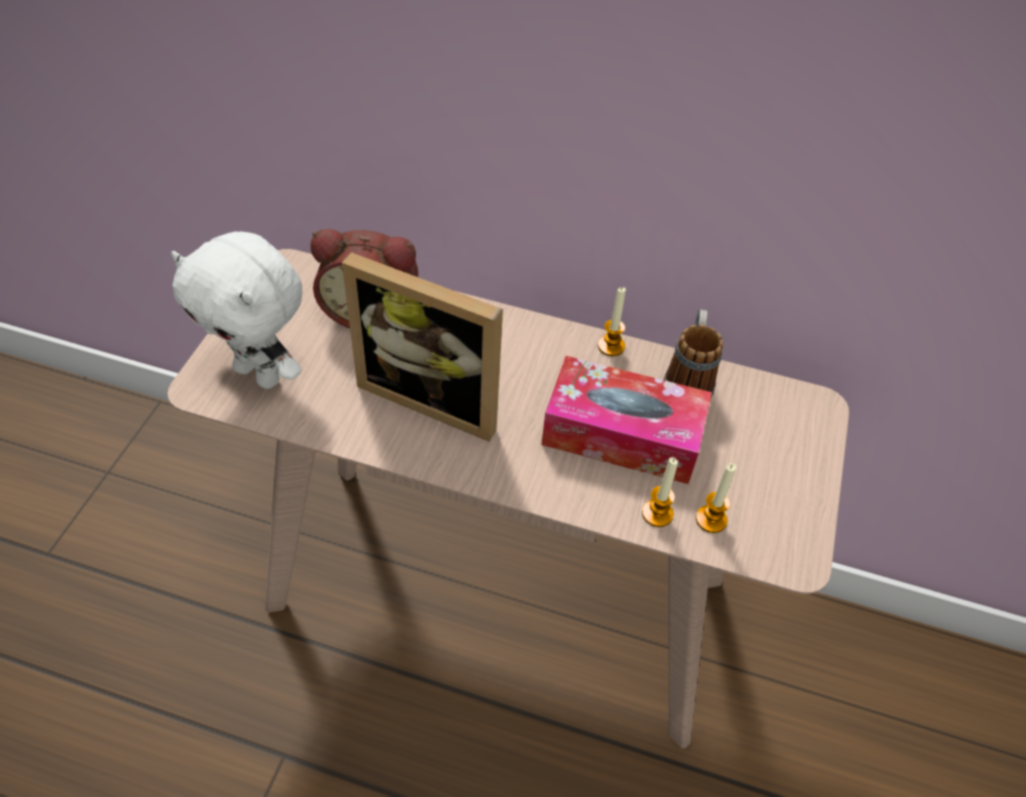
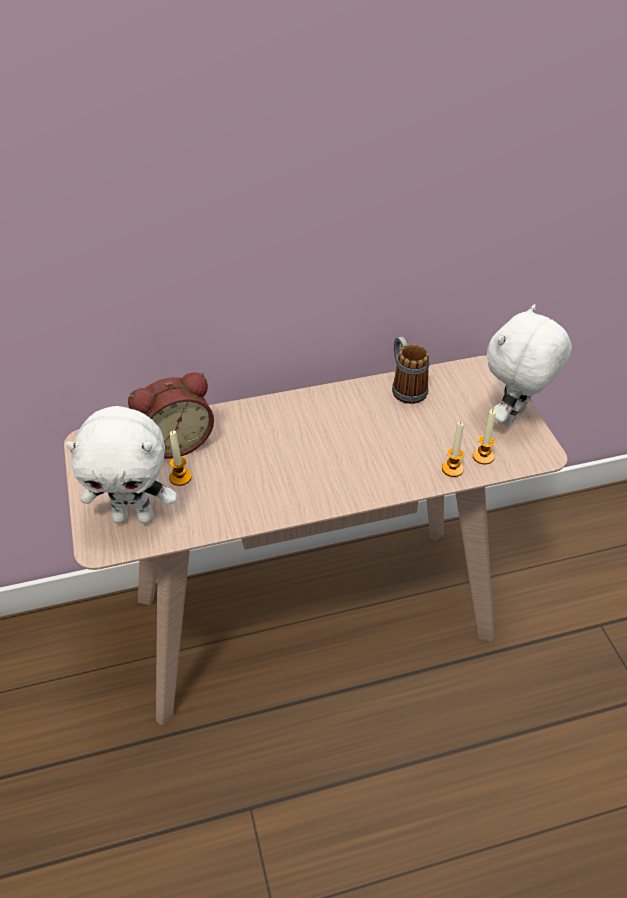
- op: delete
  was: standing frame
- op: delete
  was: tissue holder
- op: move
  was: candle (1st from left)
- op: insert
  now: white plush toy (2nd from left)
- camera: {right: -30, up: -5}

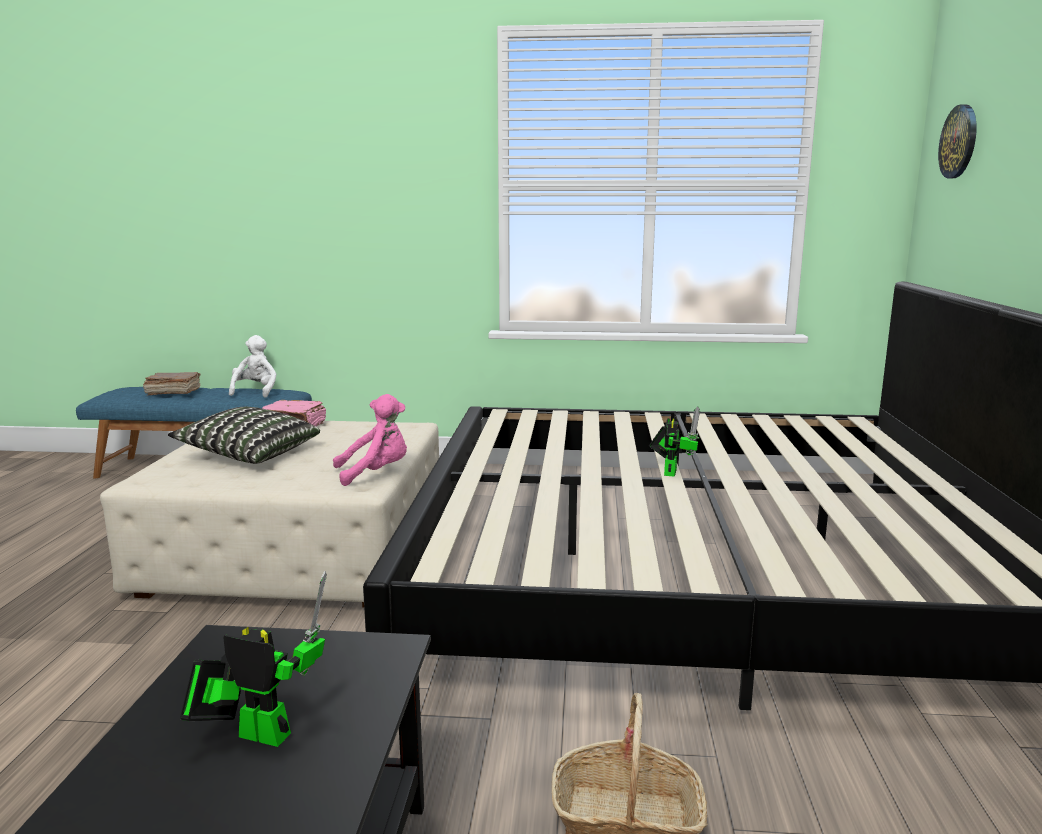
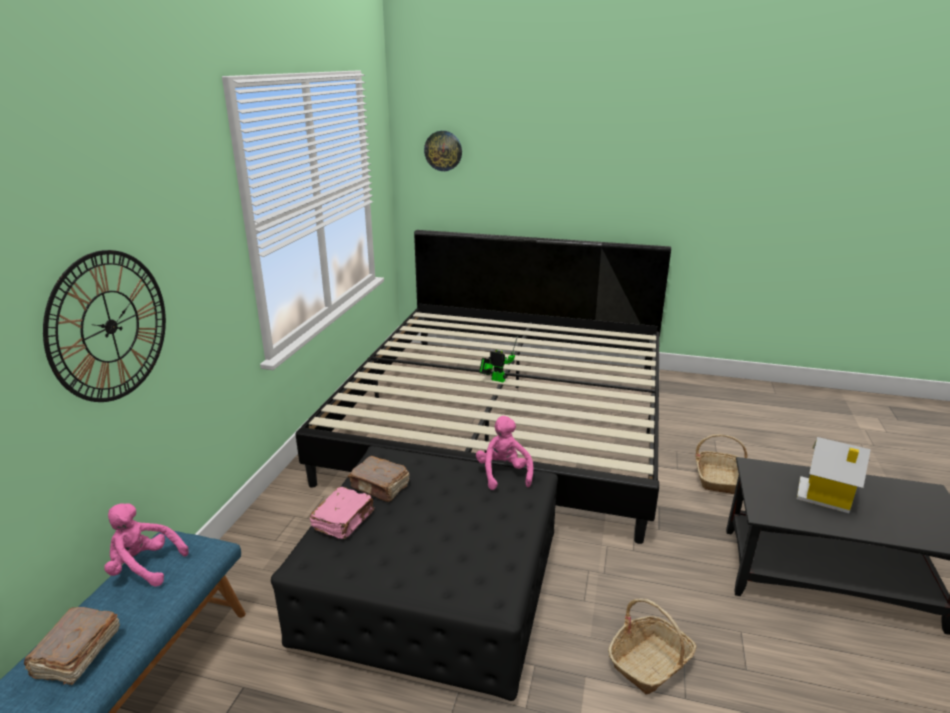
- op: recolor
  was: beige-coloured pouffe
  now: black-coloured pouffe
- op: delete
  was: pillow
- op: replace
  was: model robot (1st from left)
  now: toy house
- op: recolor
  was: white plush toy
  now: pink-coloured plush toy (1st from left)
- op: insert
  now: clock on the wall (1st from left)
- op: insert
  now: brown bound book (2nd from left)
- op: insert
  now: household basket (1st from left)
- camera: {right: -80, up: 10}

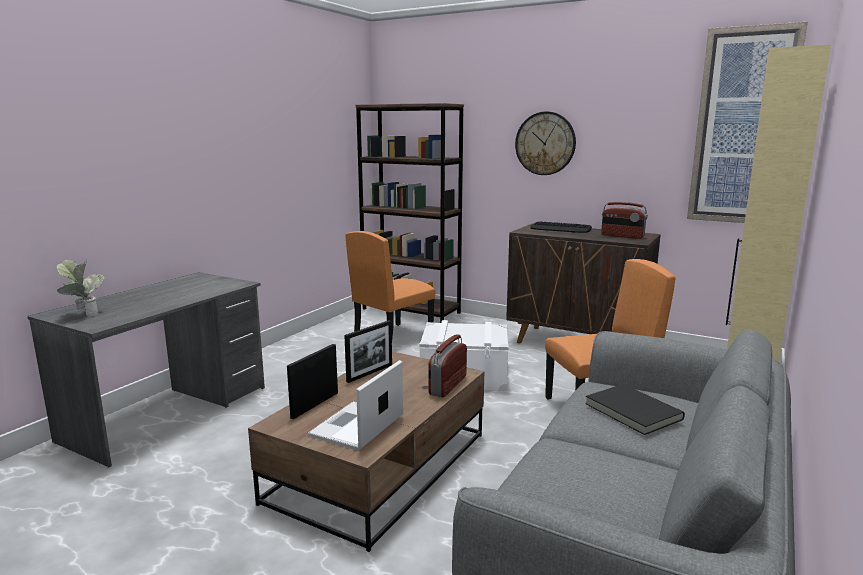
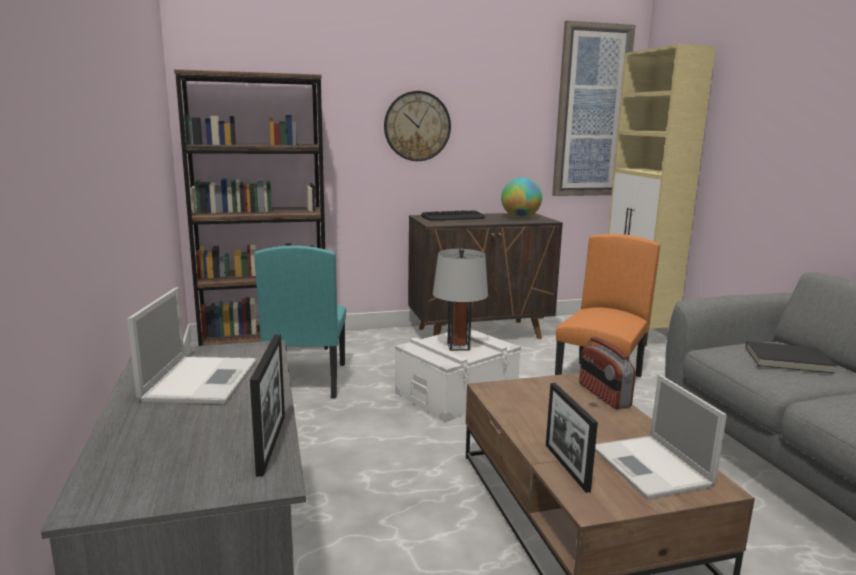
- op: delete
  was: potted plant
- op: move
  was: standing frame (2nd from left in the first image)
  now: standing frame (1st from left)
- op: recolor
  was: orangey upright chair (1st from left)
  now: turquoise upright chair
- op: replace
  was: radio receiver (2nd from left)
  now: desk globe
- op: insert
  now: notebook computer (1st from left)
- op: insert
  now: greyish lamp for a table
- camera: {right: -45, up: 0}

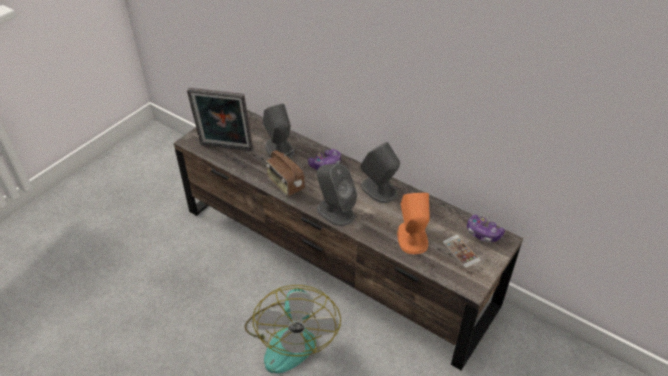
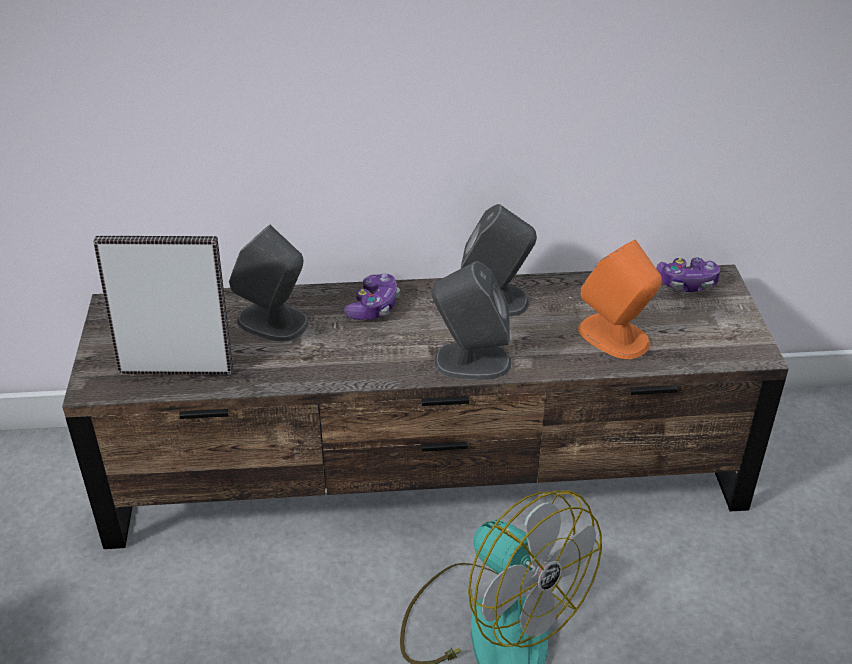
- op: rotate
  was: standing frame
  clockwise: -150
- op: delete
  was: radio receiver
- op: delete
  was: phone
- camera: {right: -40, up: -5}

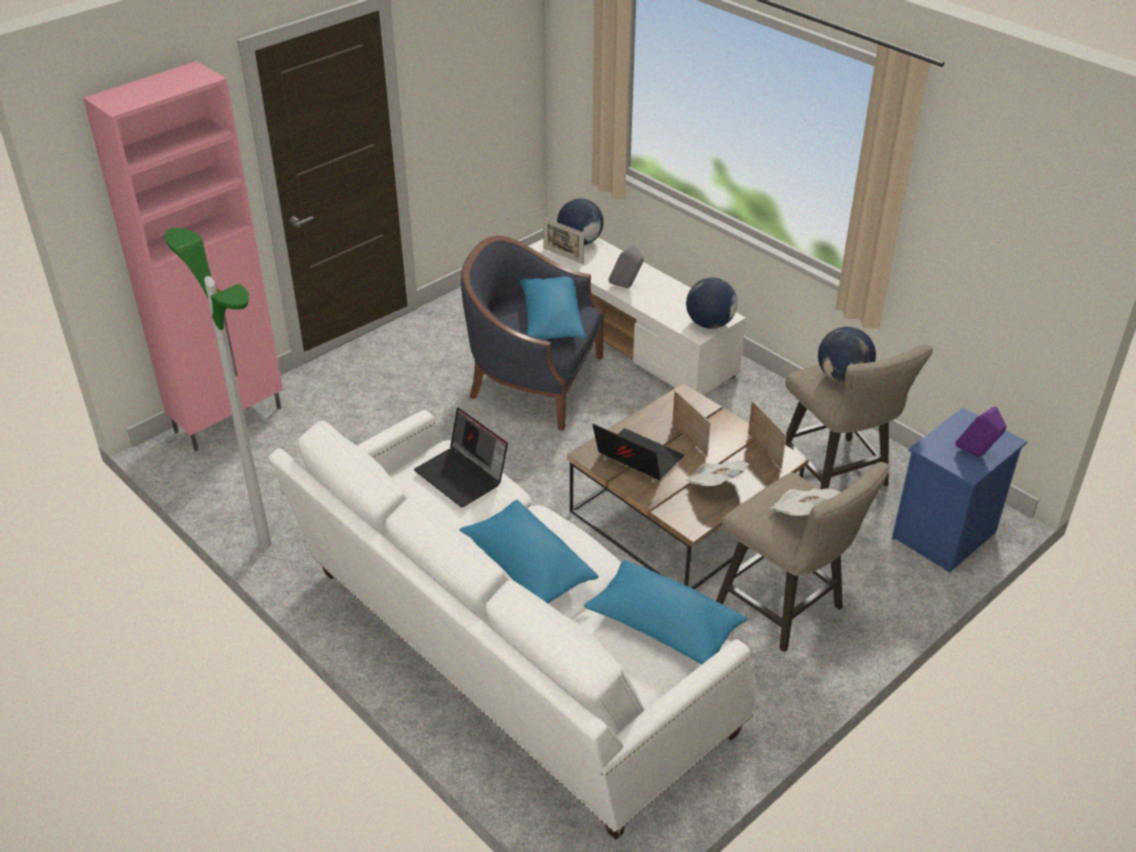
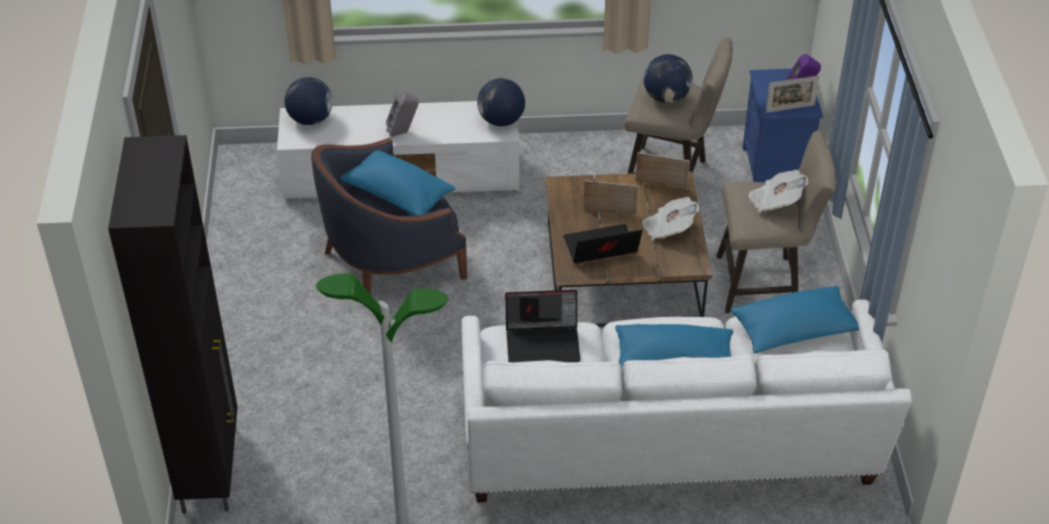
- op: recolor
  was: pink-coloured cabinet
  now: black-coloured cabinet
- op: move
  was: standing frame (1st from left in the first image)
  now: standing frame (3rd from left)
- camera: {right: -50, up: 5}

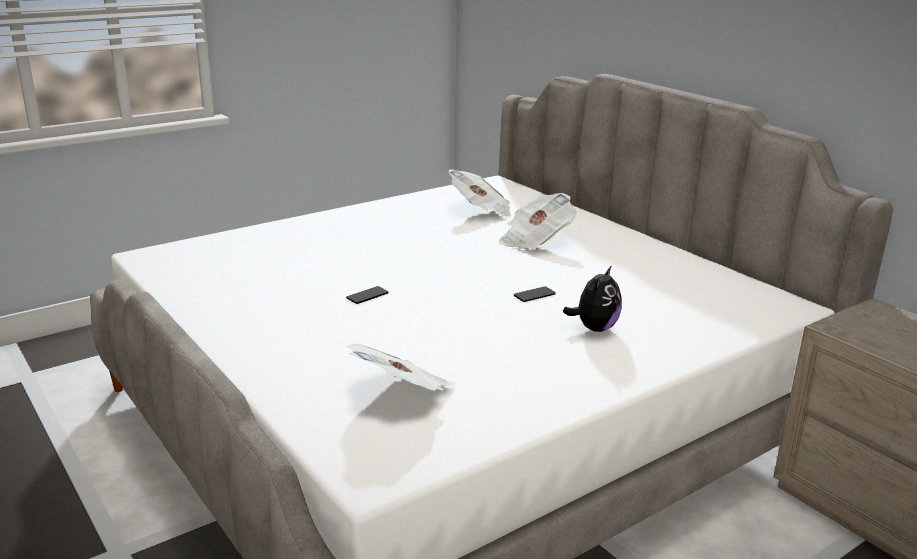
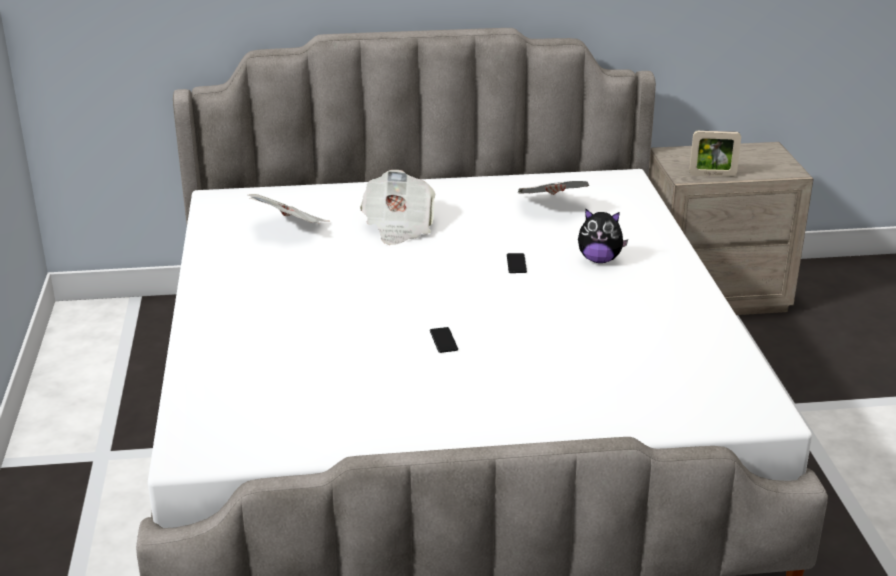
- op: move
  was: printed paper (1st from left in the first image)
  now: printed paper (3rd from left)
- op: rotate
  was: plush toy
  clockwise: 135
- op: insert
  now: standing frame
- camera: {right: -60, up: 5}

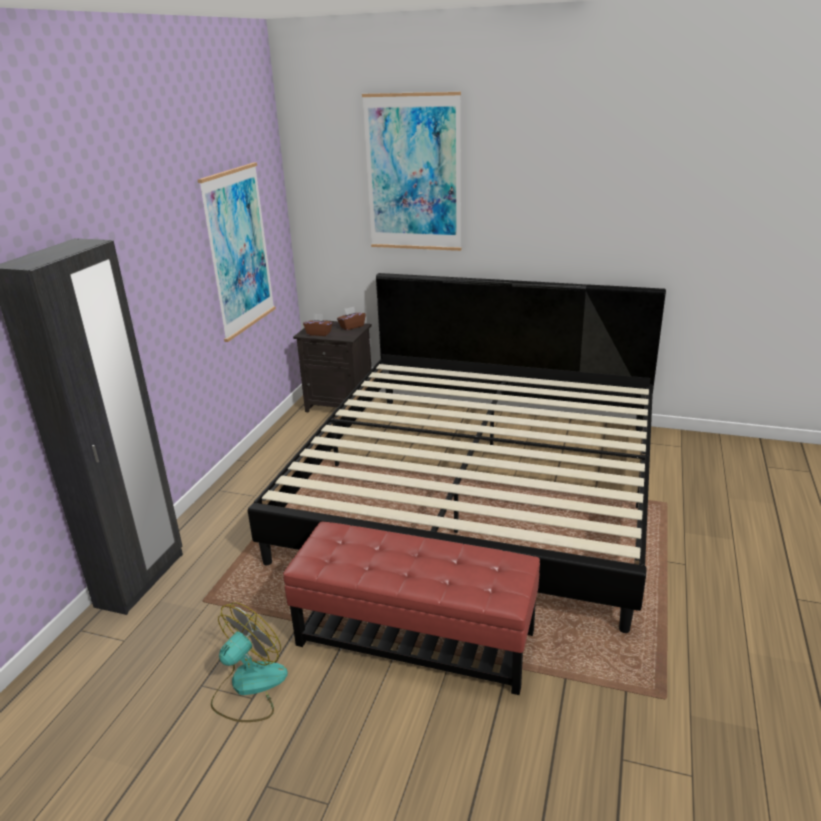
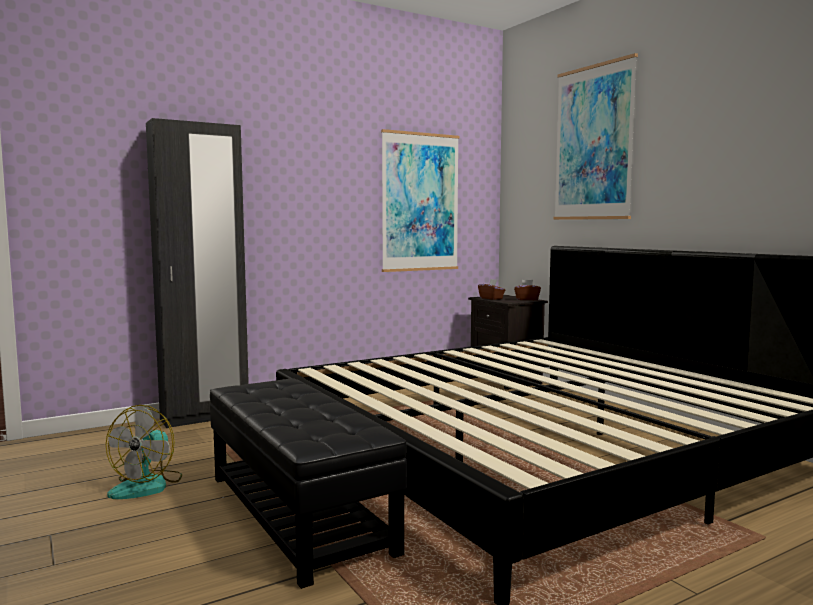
- op: rotate
  was: fan
  clockwise: 120
- op: recolor
  was: red-coloured pouffe
  now: black-coloured pouffe
- camera: {right: 40, up: -20}

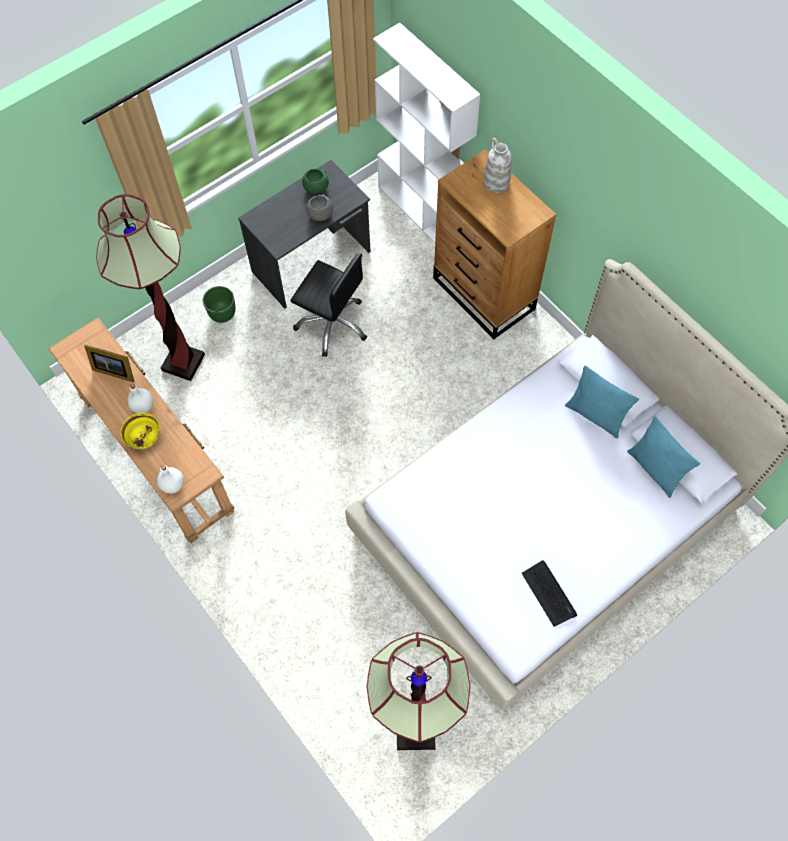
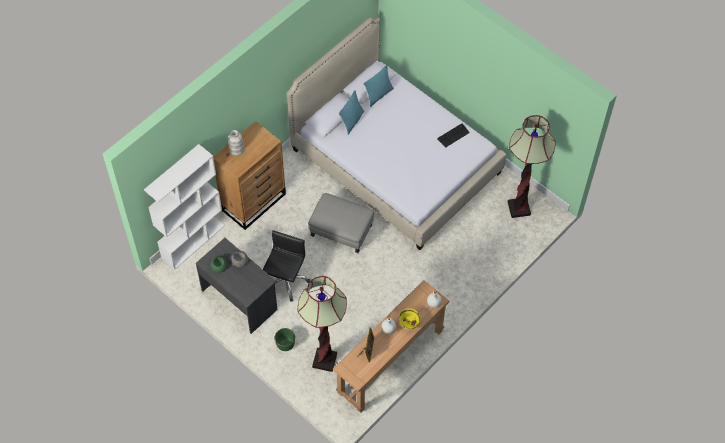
- op: insert
  now: greyish pouffe
- camera: {right: -100, up: -5}

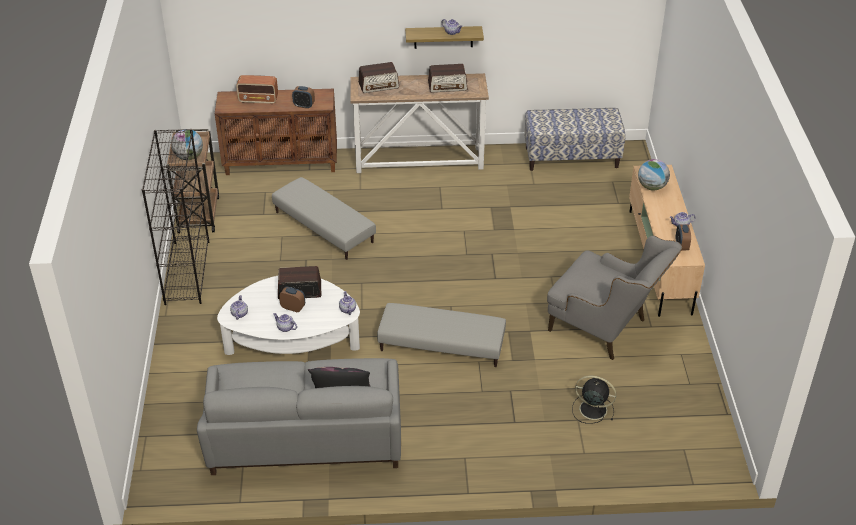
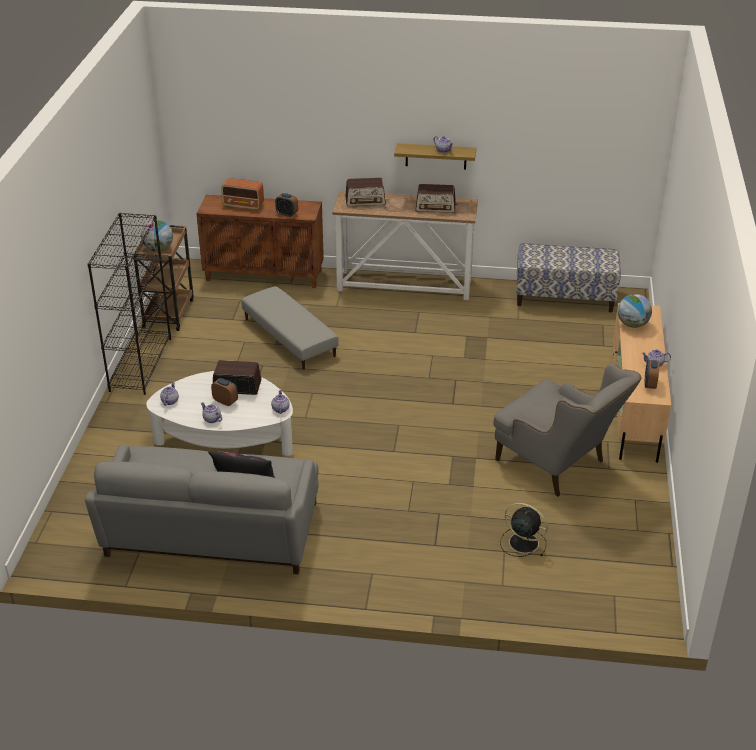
- op: delete
  was: greyish pouffe (2nd from left)
- camera: {right: 10, up: -5}

